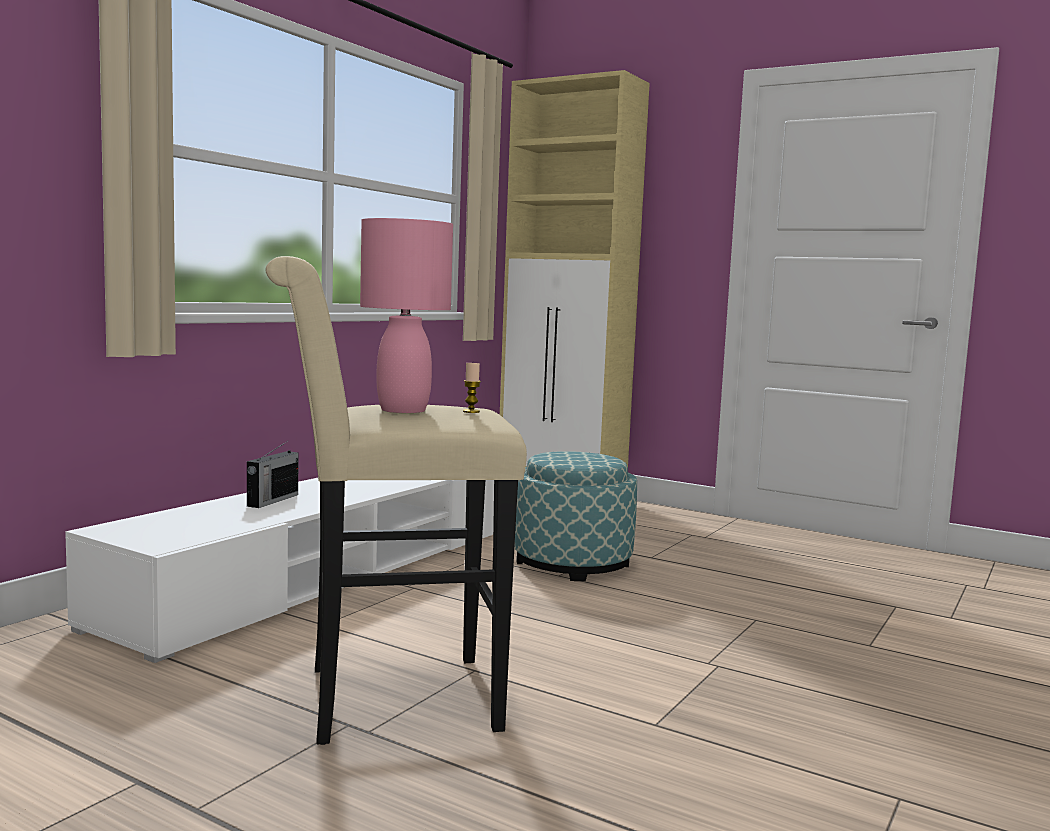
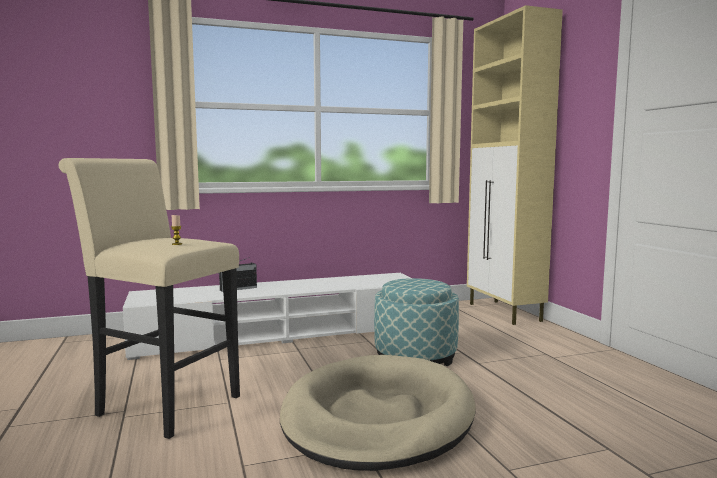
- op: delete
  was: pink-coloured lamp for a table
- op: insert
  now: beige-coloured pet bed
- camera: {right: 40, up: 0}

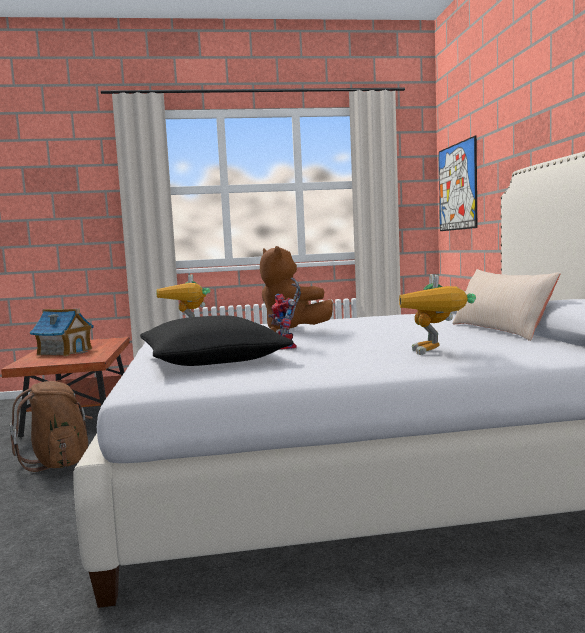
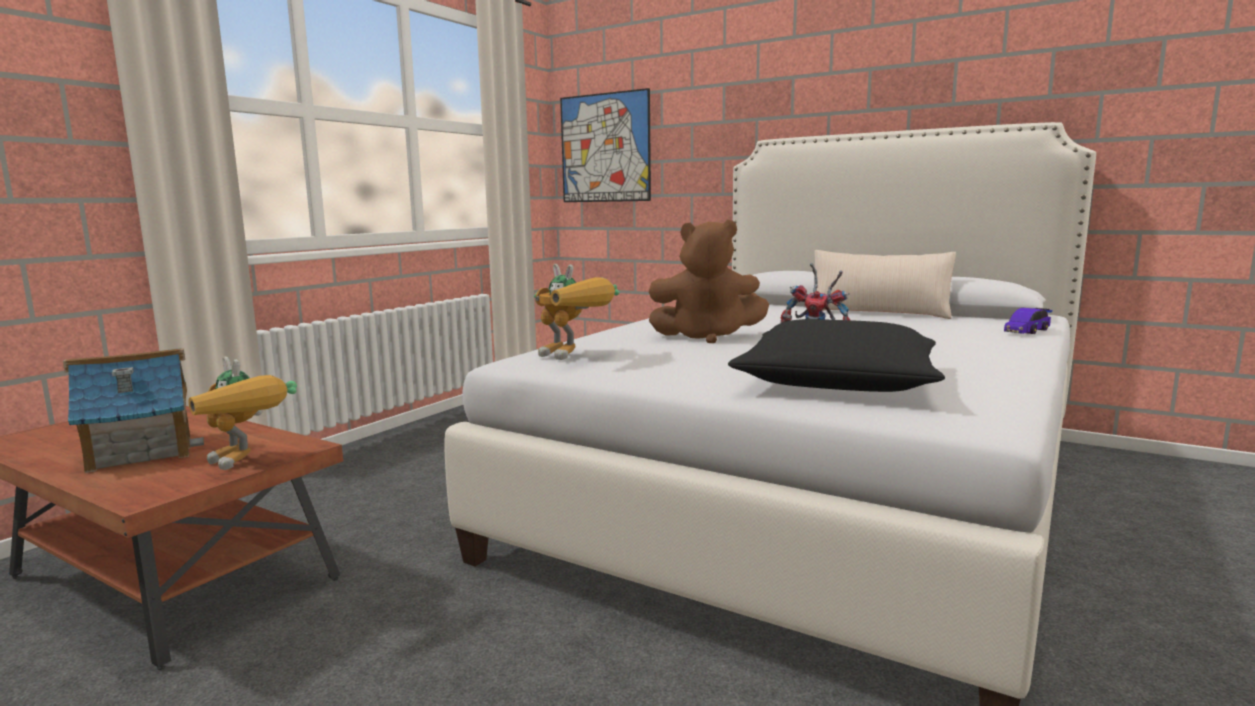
- op: delete
  was: brown knapsack
- op: move
  was: model robot (3rd from left in the first image)
  now: model robot (1st from left)
- op: insert
  now: miniature car
- camera: {right: -50, up: 5}

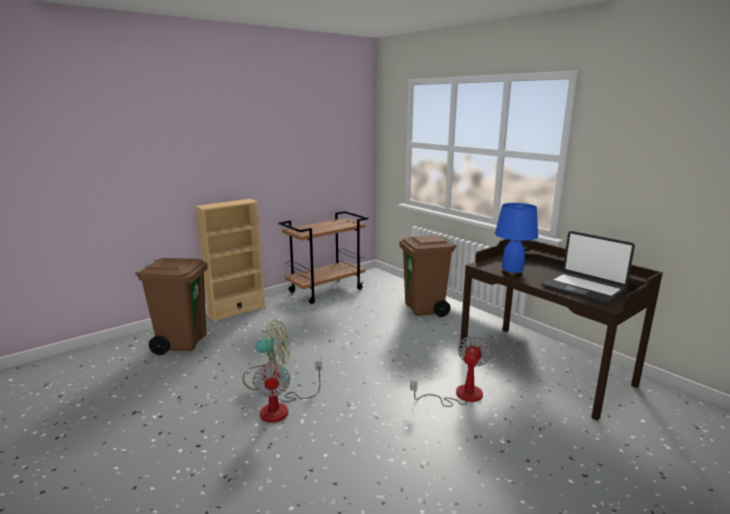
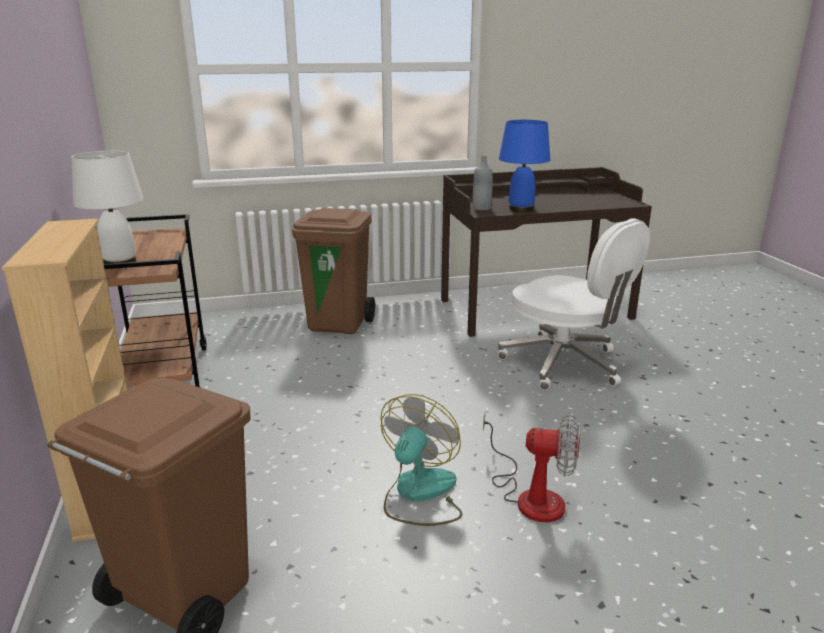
- op: replace
  was: fan (3rd from left)
  now: white office chair
- op: delete
  was: notebook computer
- op: insert
  now: white lamp for a table
- op: insert
  now: greyish bottle
- camera: {right: -65, up: 5}

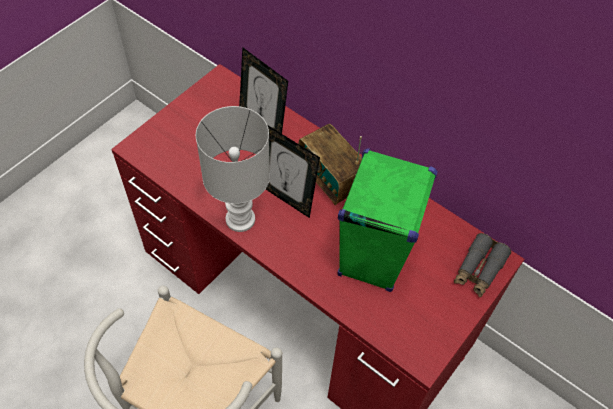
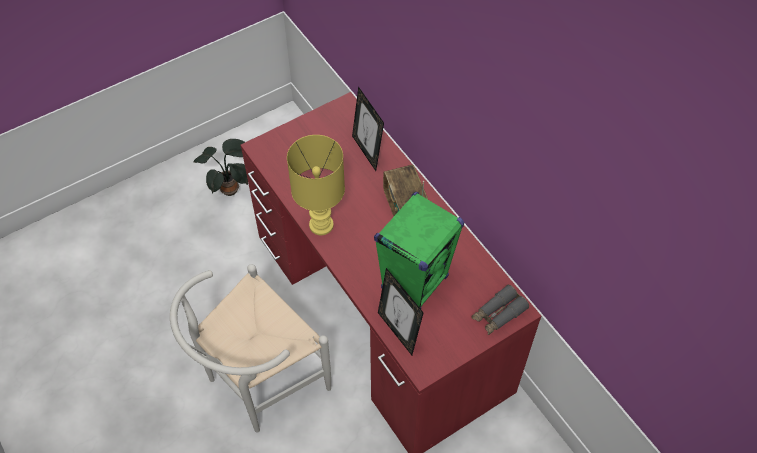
- op: recolor
  was: white lamp for a table
  now: yellow-coloured lamp for a table
- op: move
  was: standing frame (2nd from left)
- op: insert
  now: potted plant
- camera: {right: 20, up: 0}

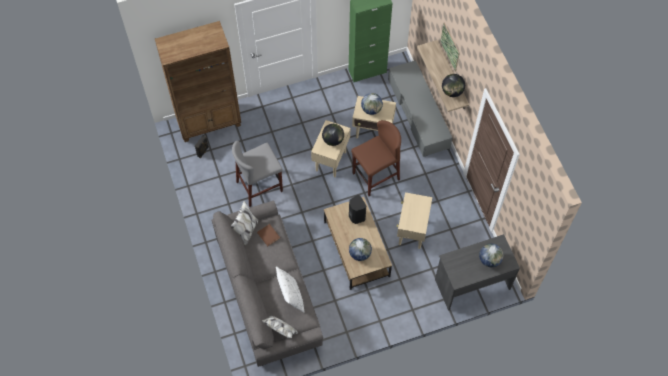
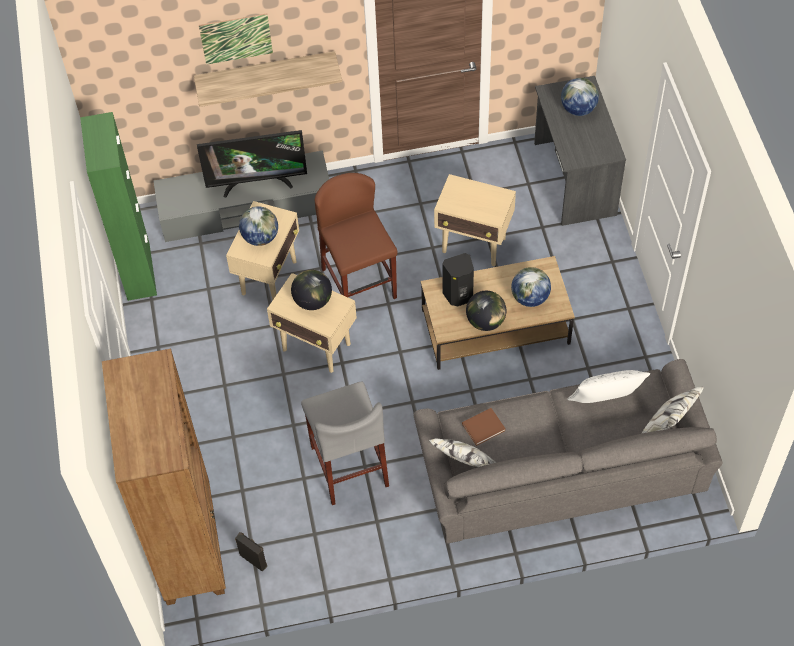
- op: move
  was: desk globe (4th from left in the first image)
  now: desk globe (3rd from left)
- op: insert
  now: TV
- camera: {right: -80, up: -5}

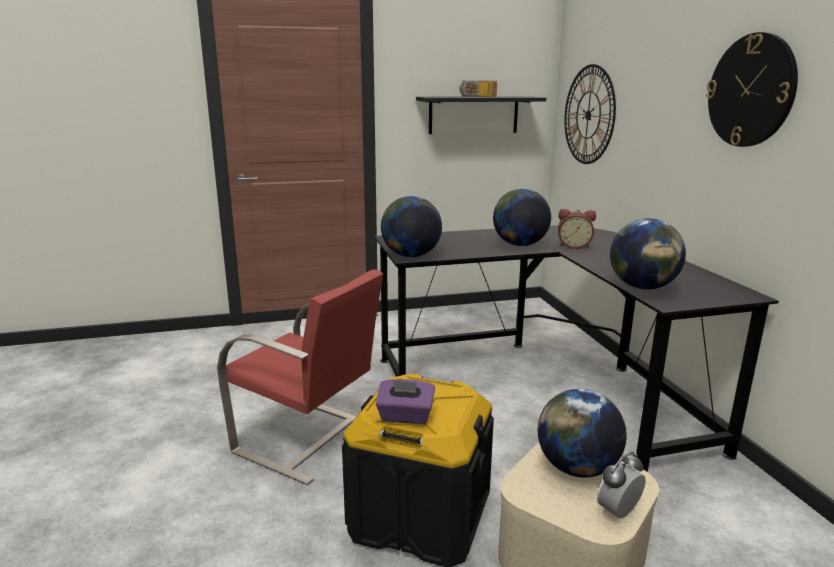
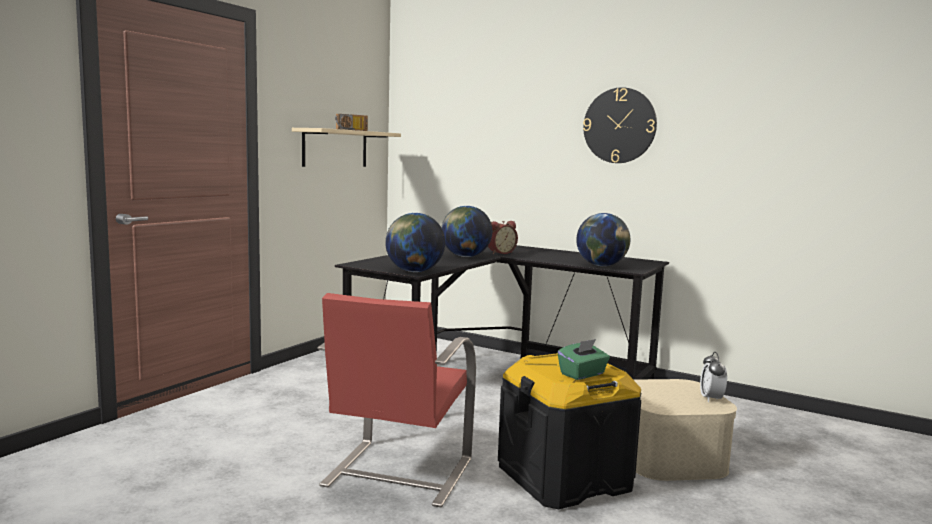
- op: rotate
  was: red-coloured upright chair
  clockwise: 120
- op: recolor
  was: purple-coloured tissue holder
  now: greenish tissue holder
- op: recolor
  was: black-coloured shelf
  now: beige-coloured shelf
- op: delete
  was: desk globe (3rd from left)
- op: delete
  was: clock on the wall (1st from left)
- camera: {right: -45, up: -10}

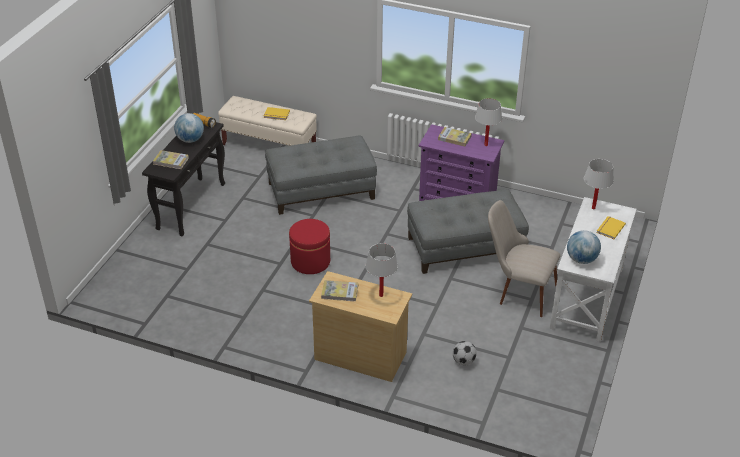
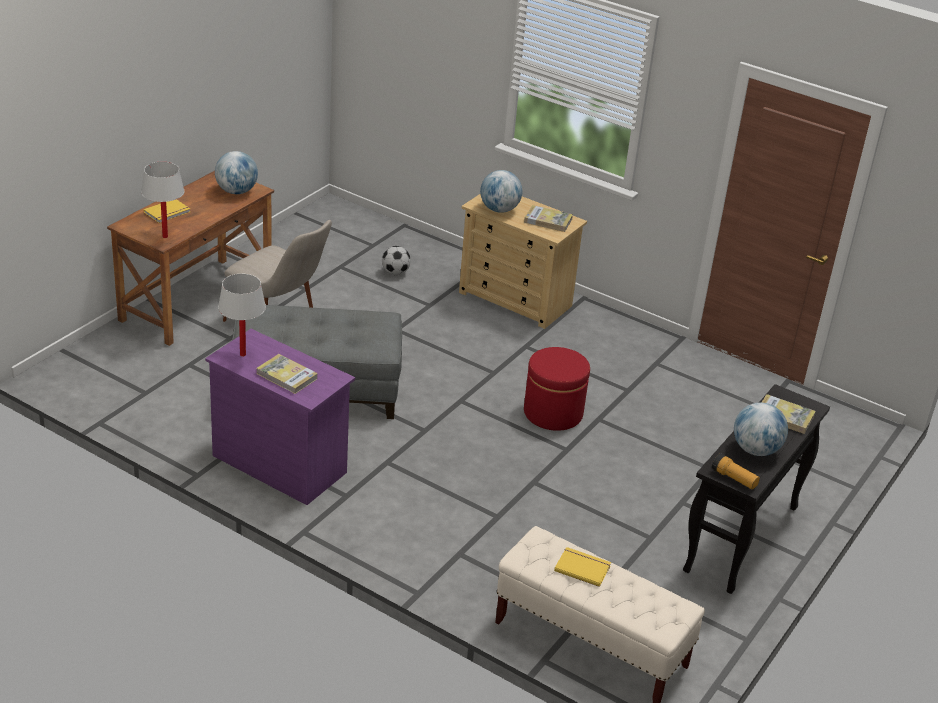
- op: delete
  was: greyish pouffe (1st from left)
- op: replace
  was: white lamp for a table (1st from left)
  now: desk globe (2nd from left)
- op: recolor
  was: white desk table
  now: brown desk table
- camera: {right: -170, up: -5}

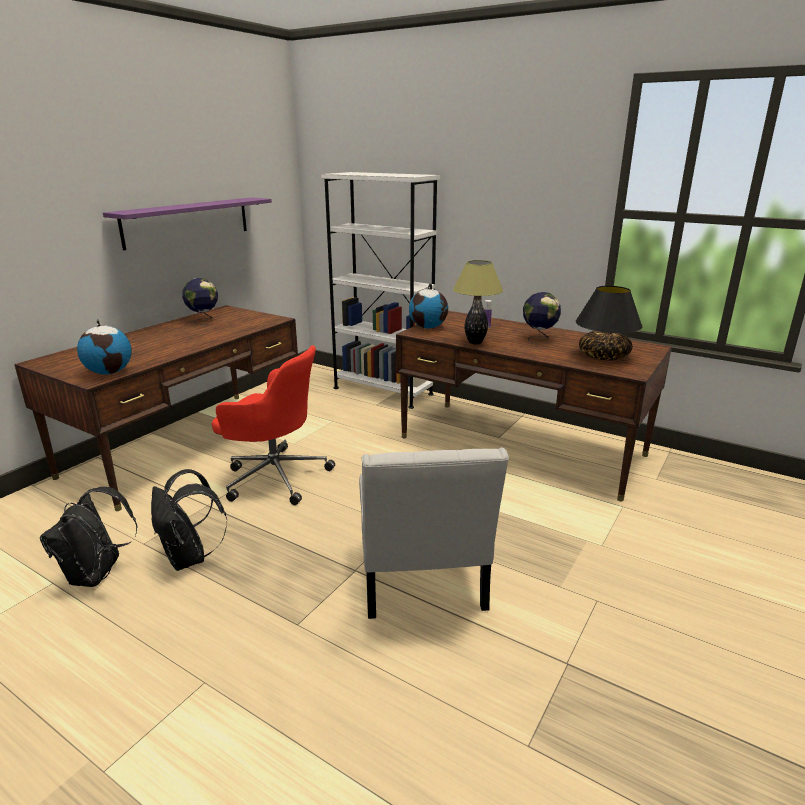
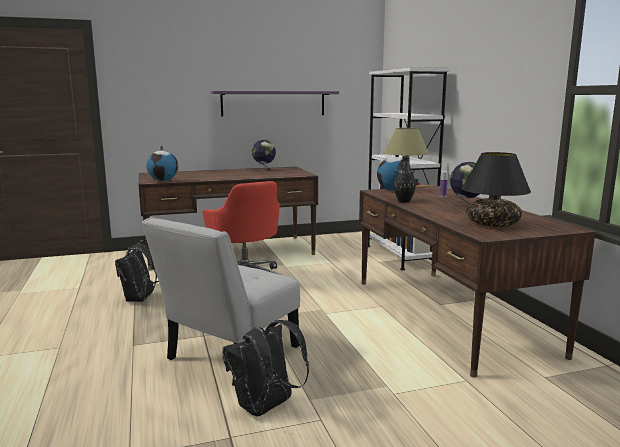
- op: move
  was: black-coloured knapsack (1st from left in the first image)
  now: black-coloured knapsack (2nd from left)
- camera: {right: 40, up: -10}

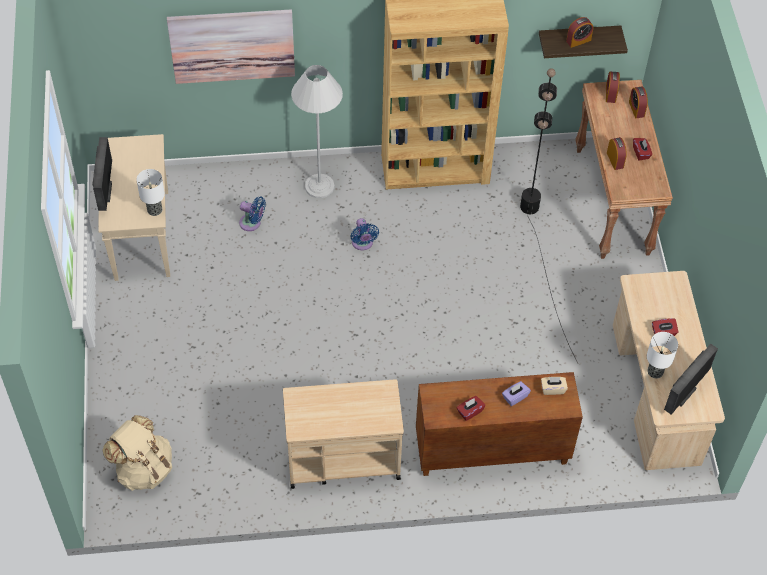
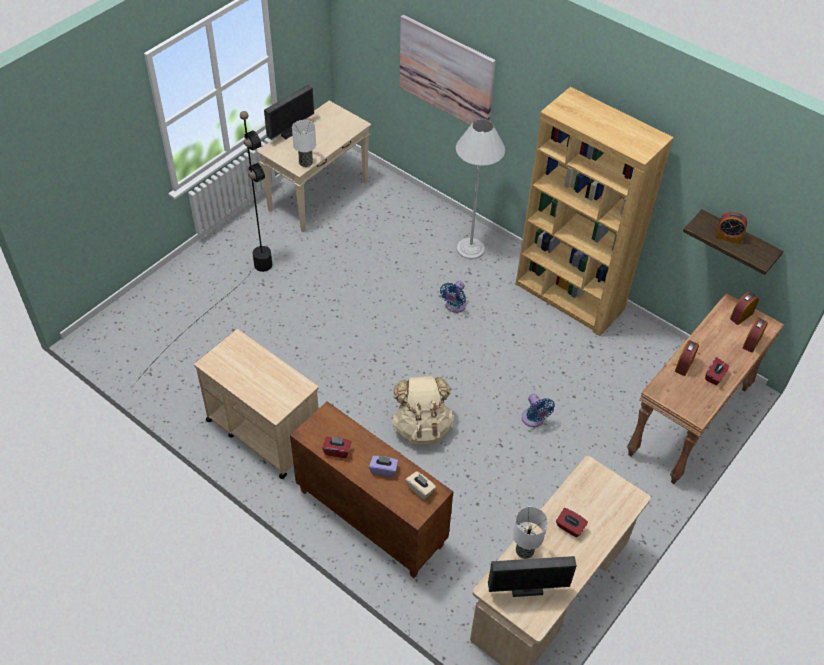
- op: move
  was: beige-coloured knapsack
- op: move
  was: blue fan (1st from left in the first image)
  now: blue fan (2nd from left)
- op: move
  was: black-coloured floor lamp
- camera: {right: 45, up: -5}

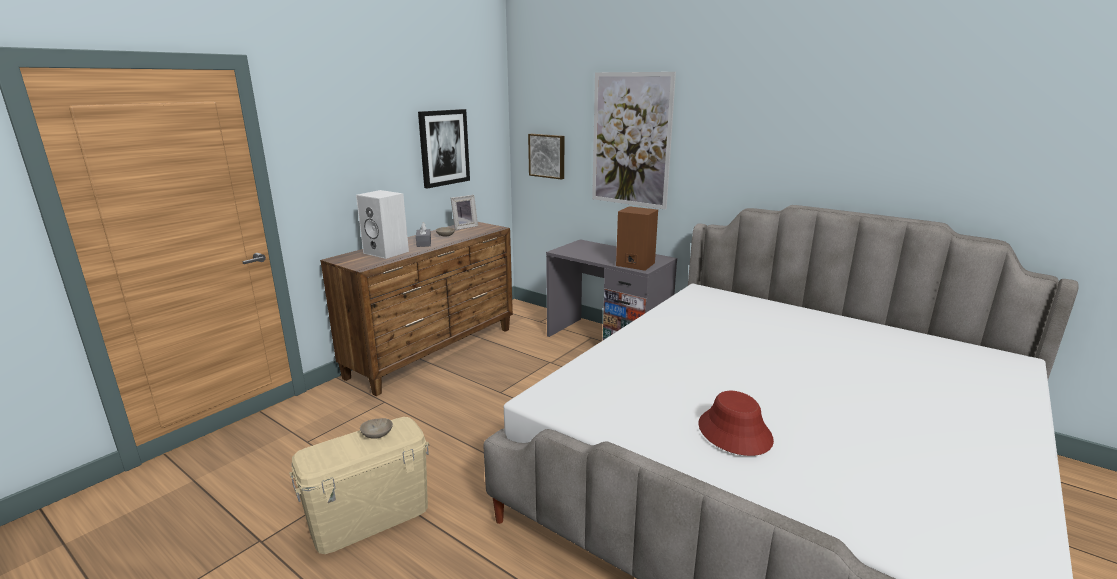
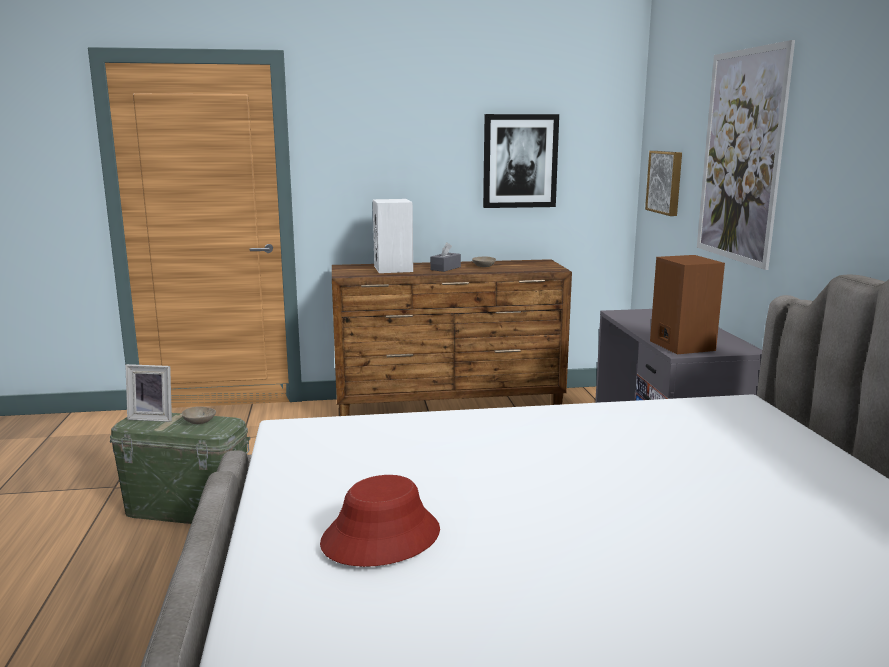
- op: recolor
  was: beige-coloured storage container
  now: greenish storage container
- op: move
  was: standing frame
- camera: {right: 45, up: -5}

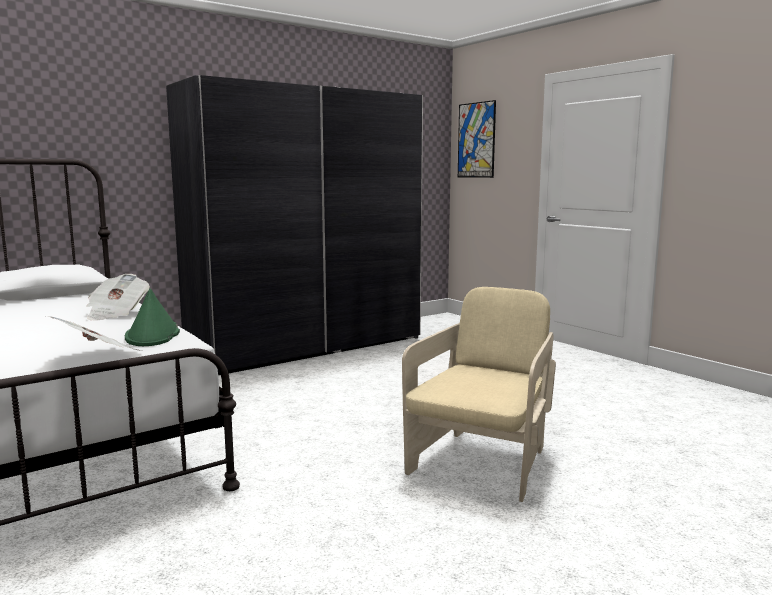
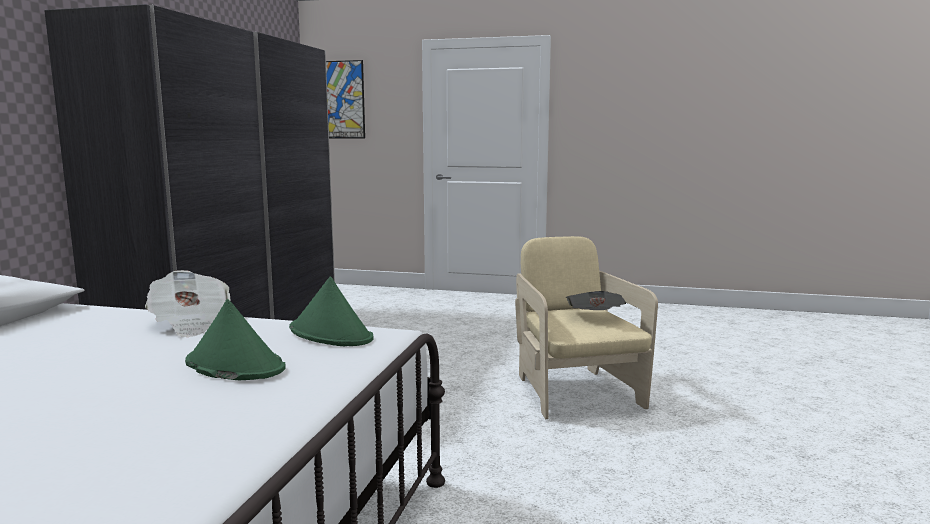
- op: move
  was: printed paper (1st from left in the first image)
  now: printed paper (2nd from left)
- op: insert
  now: greenish hat (1st from left)
- camera: {right: -40, up: 0}

